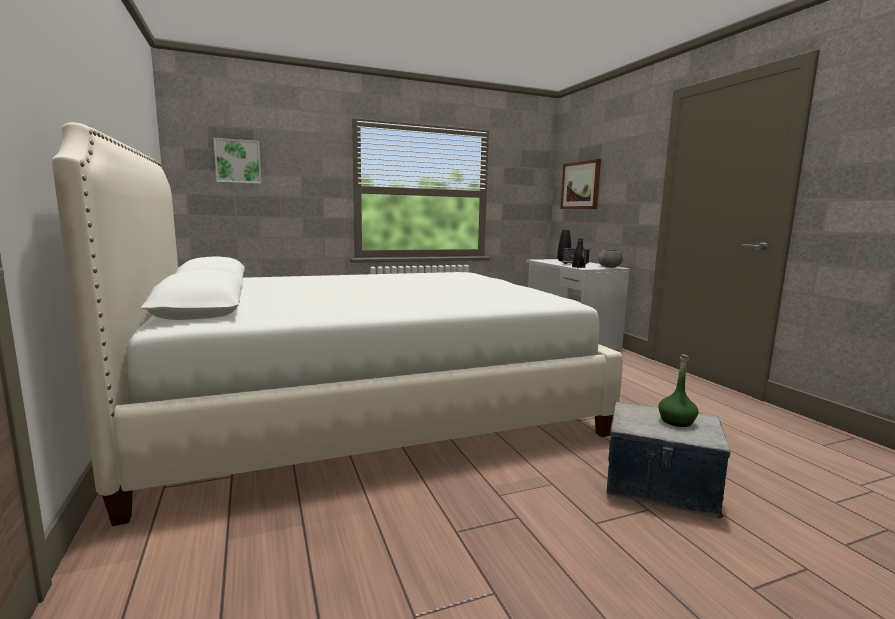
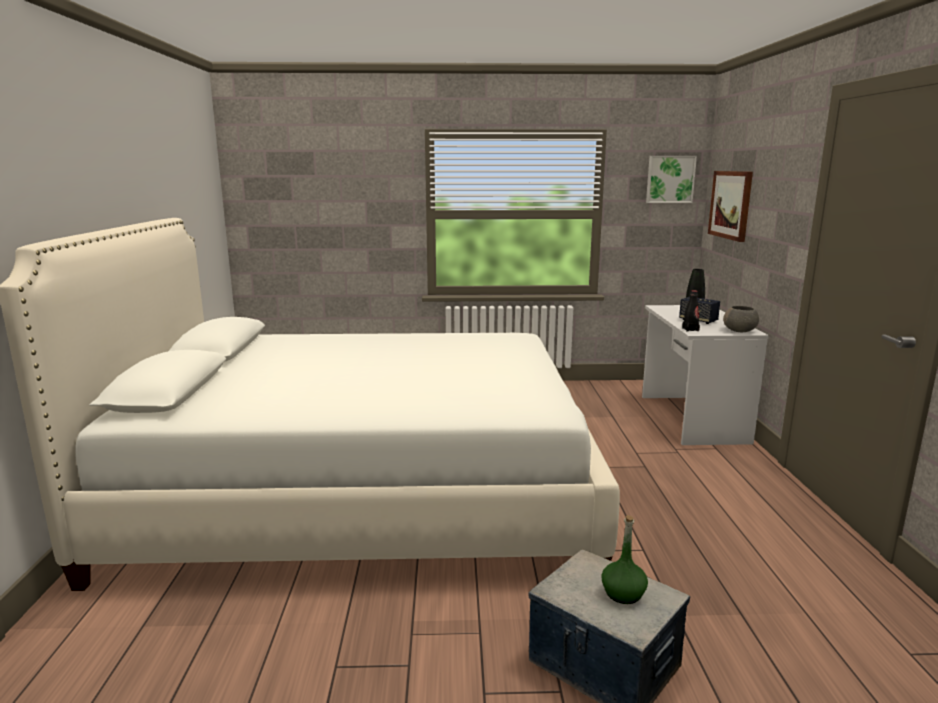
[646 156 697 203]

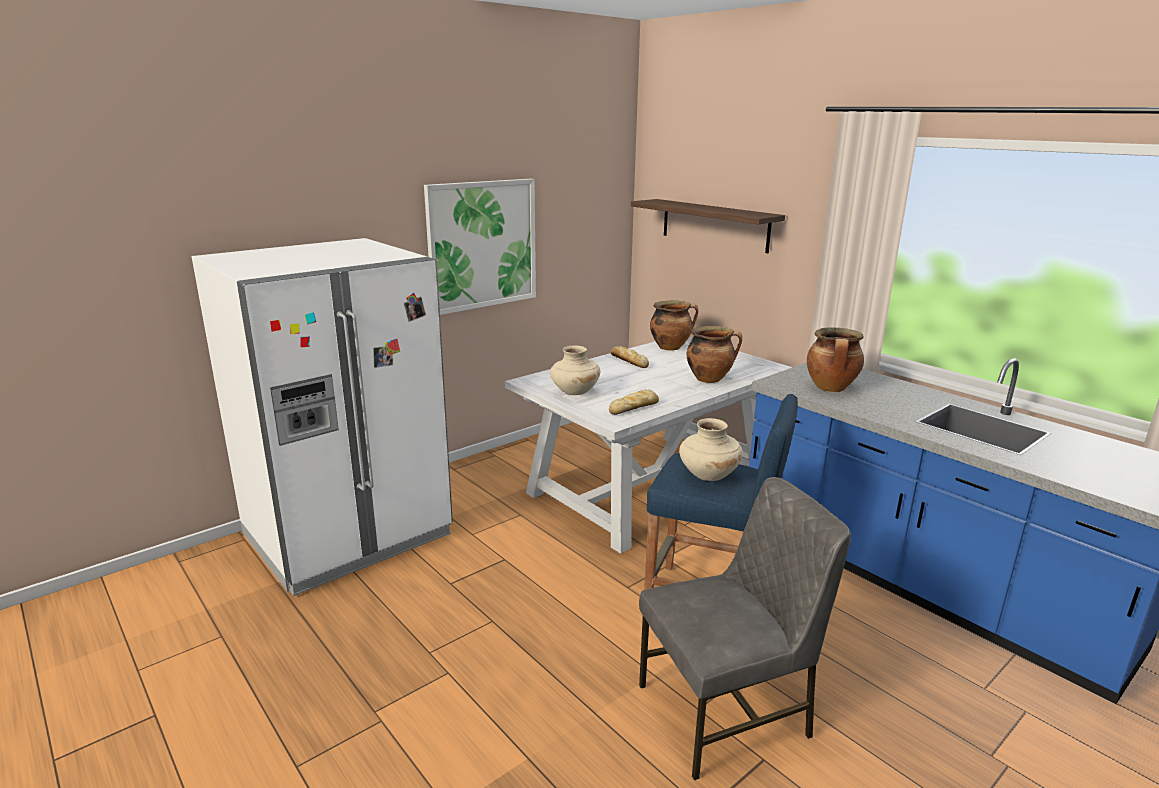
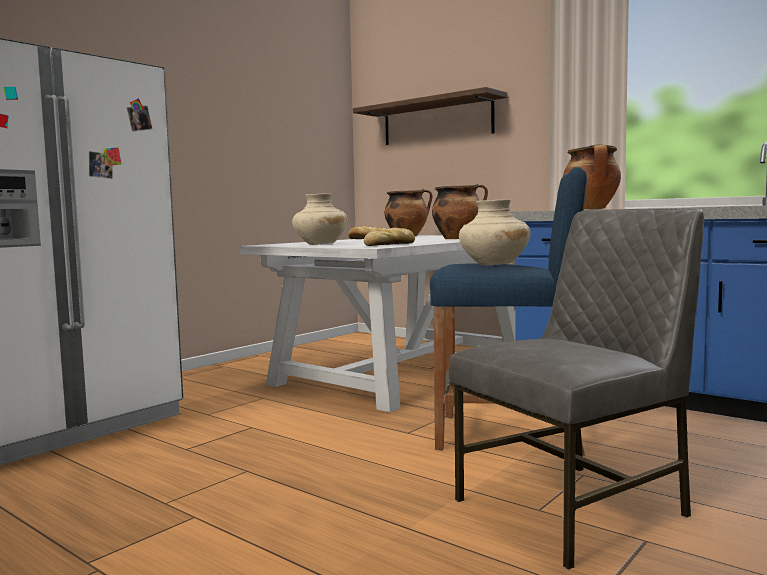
[424 179 536 315] (first image)

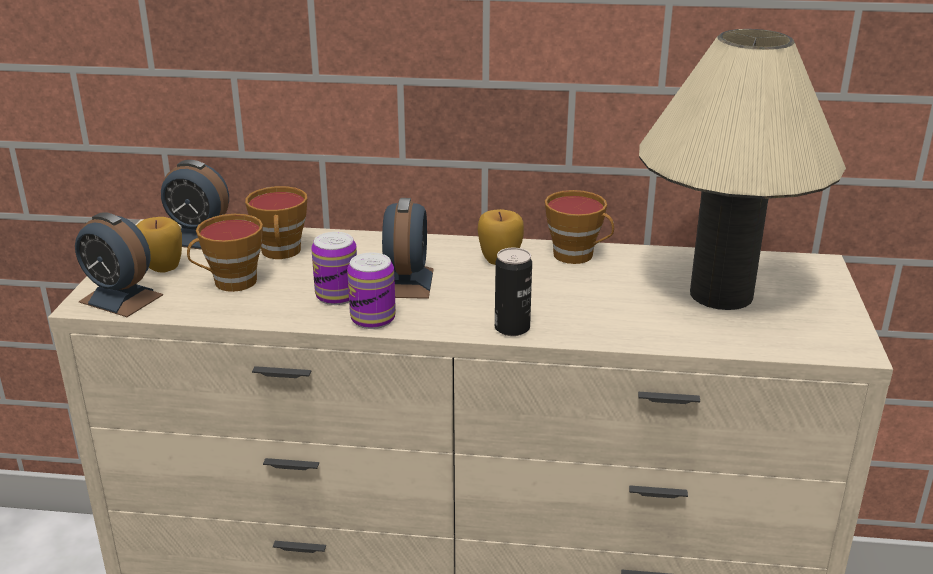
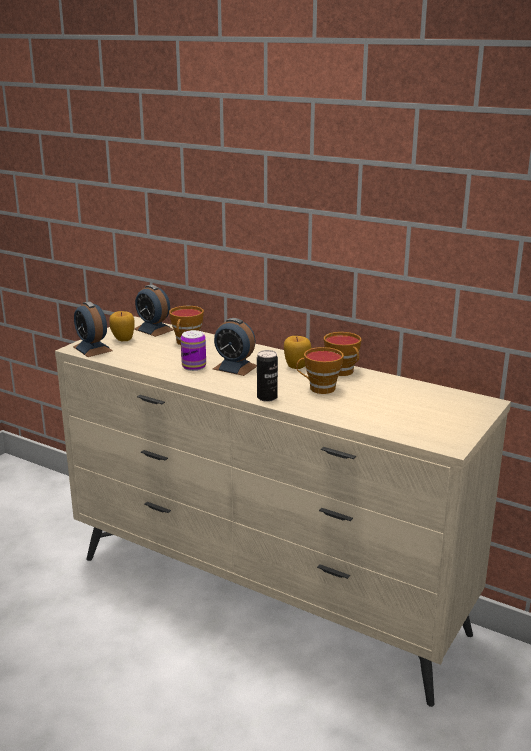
[296 347 344 394]
[347 253 396 329] (first image)
[213 318 257 376]
[639 29 846 310] (first image)

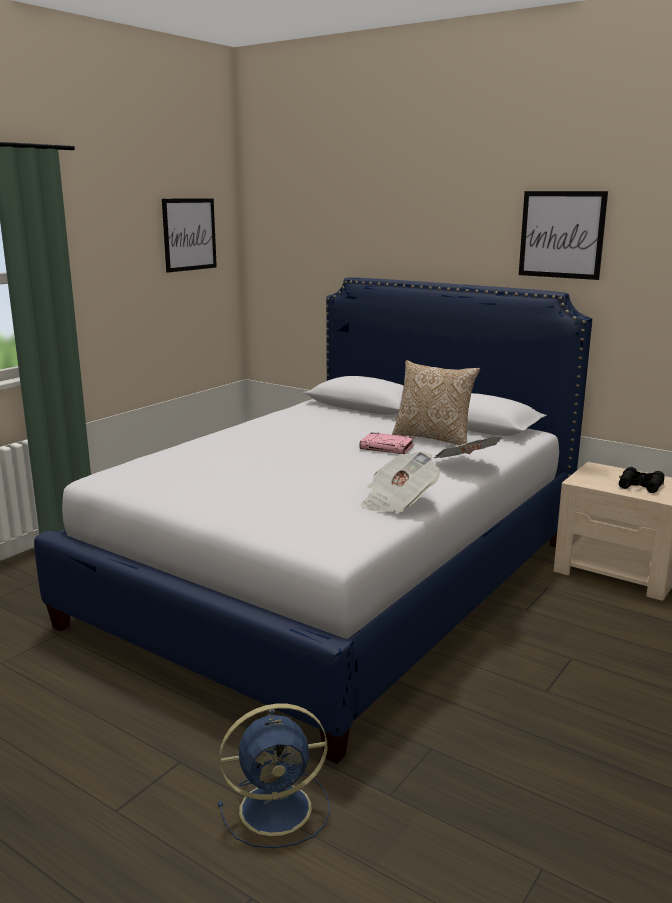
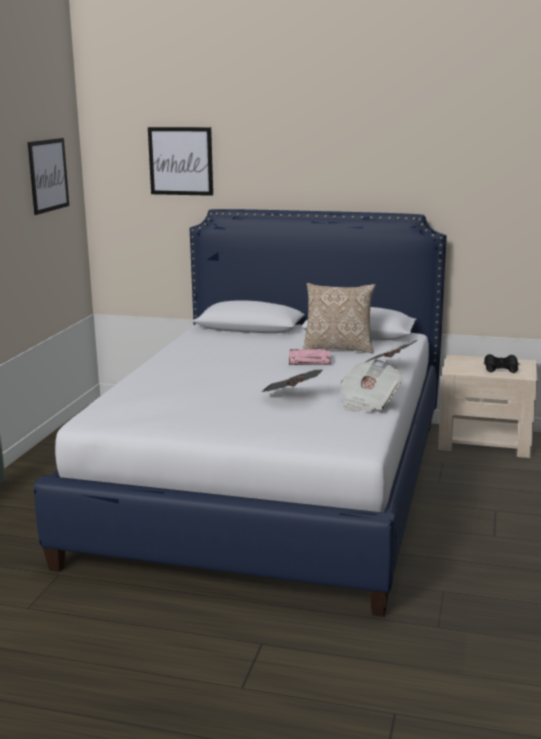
[218 703 330 848] (first image)
[148 127 213 196]
[262 370 323 392]

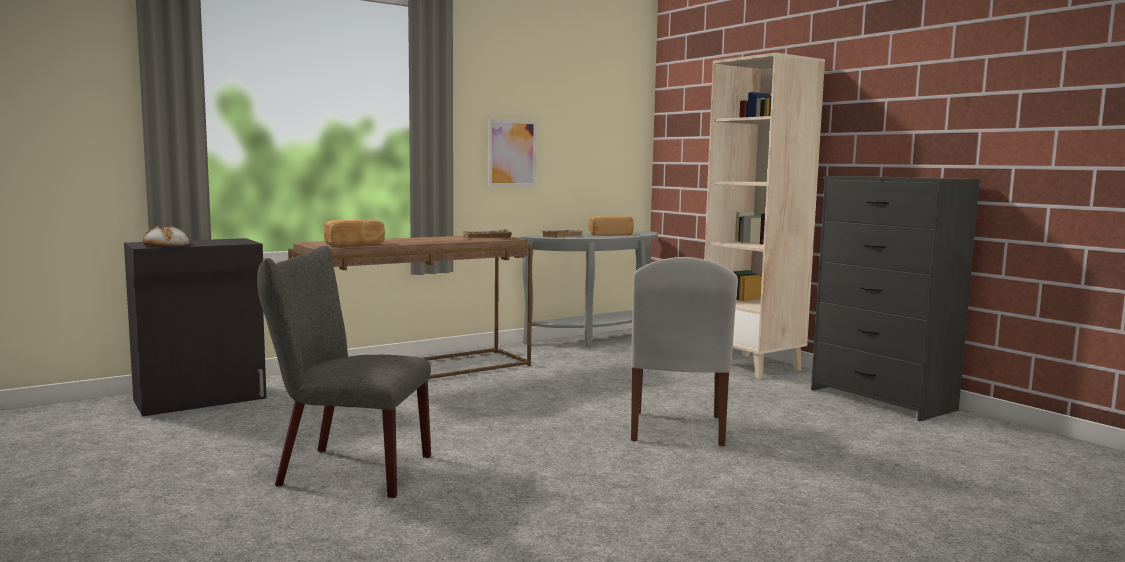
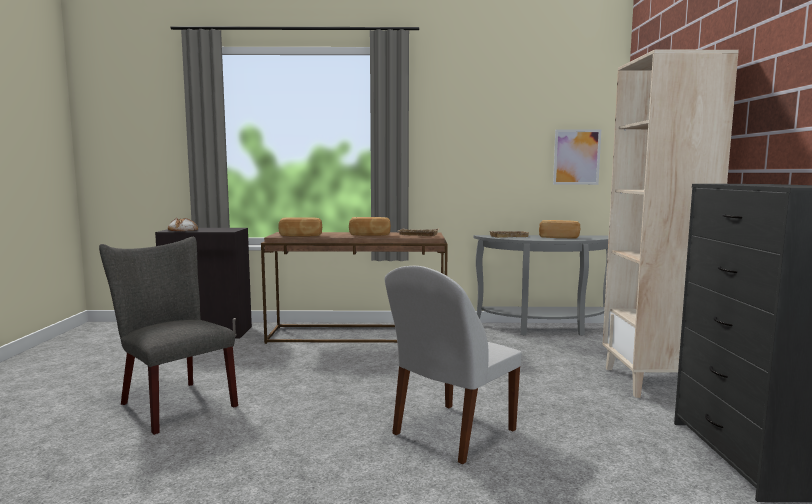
[553 129 601 185]
[349 217 391 236]

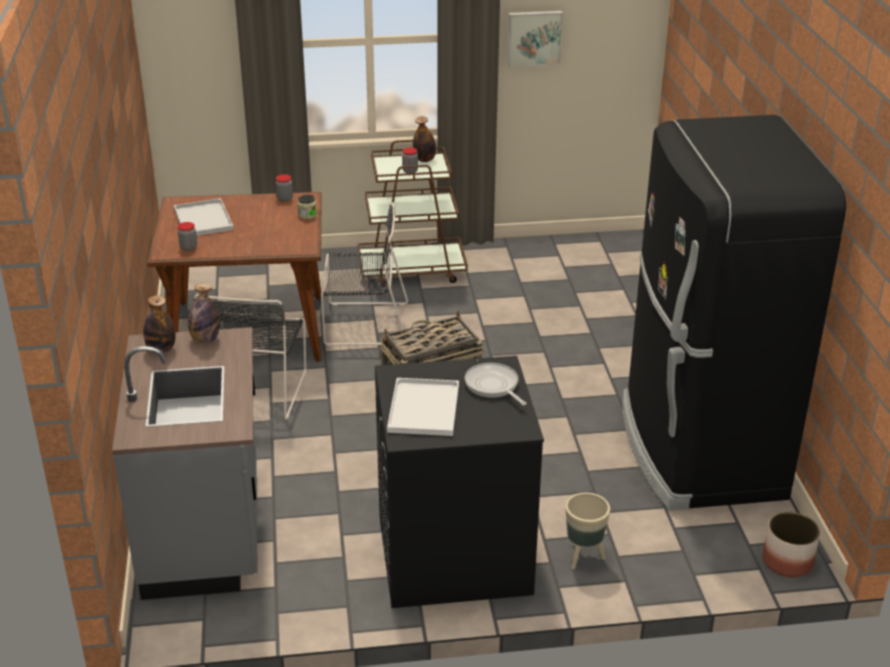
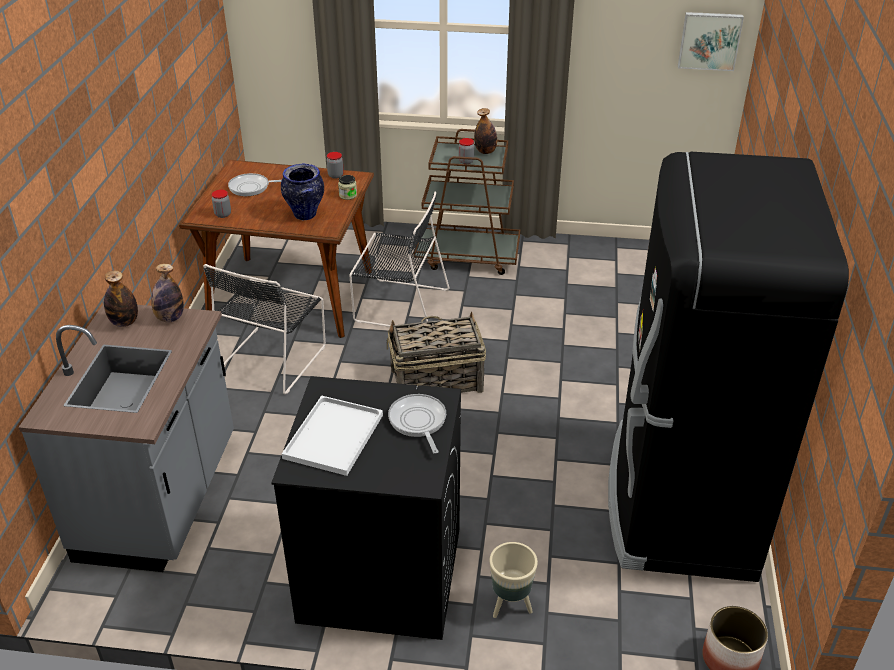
[228 173 282 196]
[678 12 744 71]
[281 164 324 220]

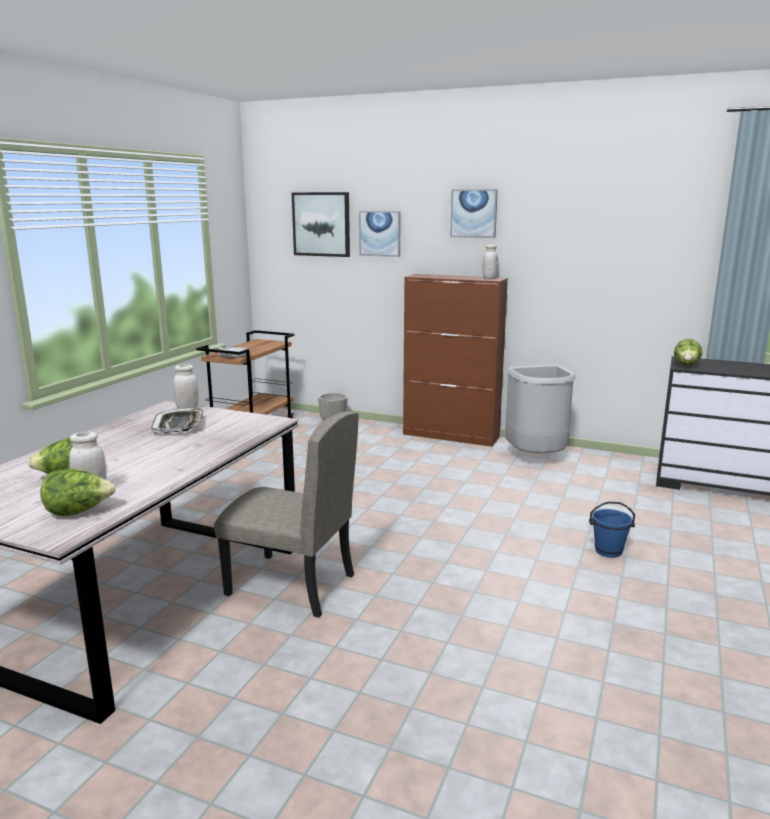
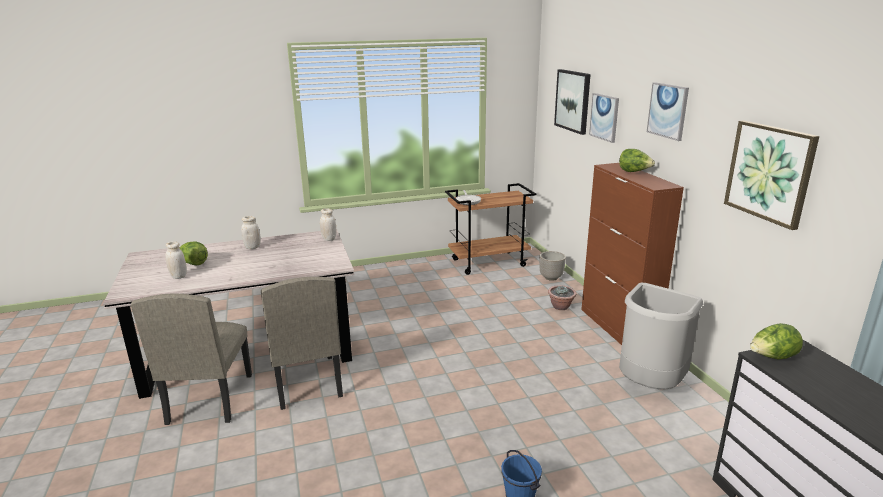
[619 149 655 172]
[151 408 203 433] (first image)
[241 216 261 249]
[131 293 252 425]
[548 285 576 310]
[724 121 819 230]

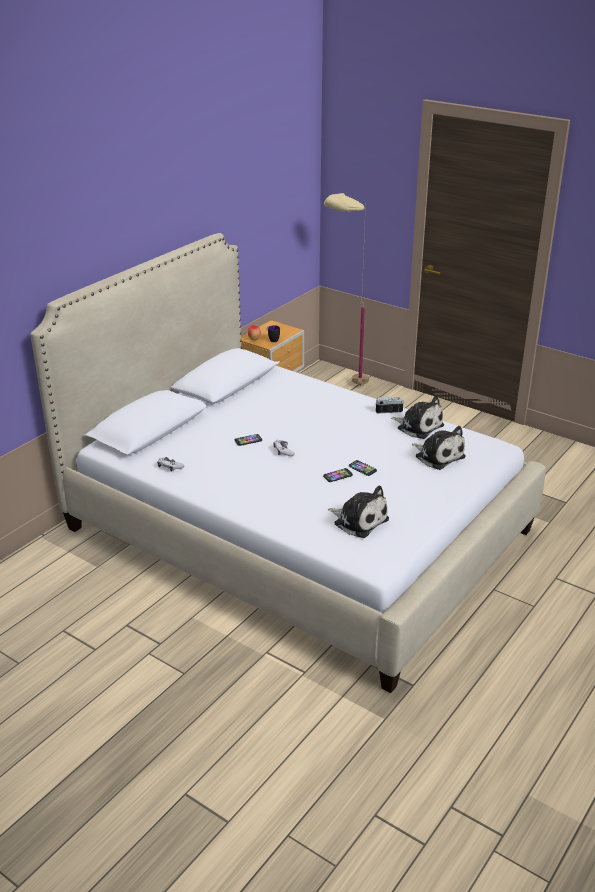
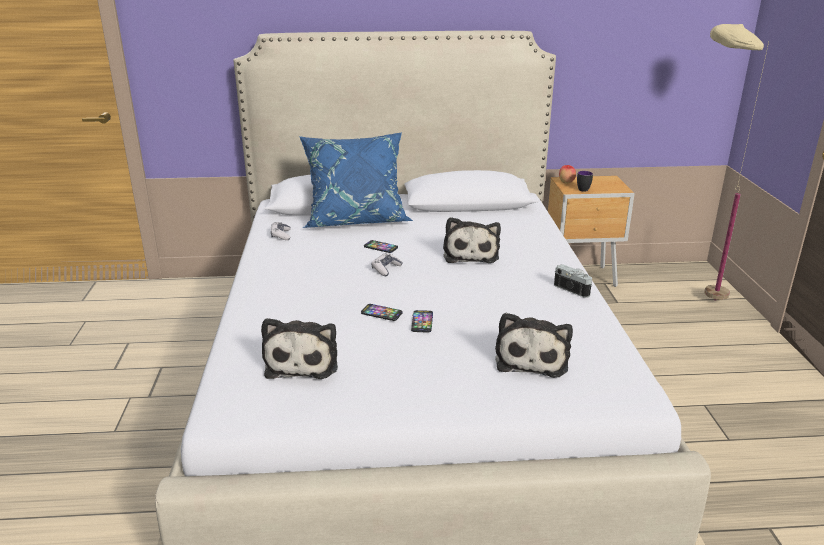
[443 217 501 263]
[299 132 414 228]

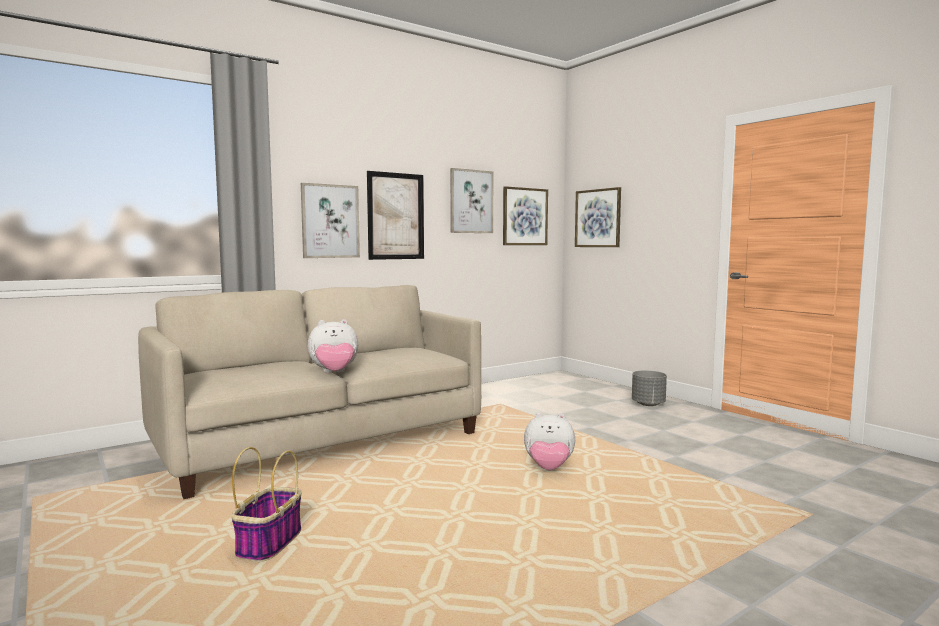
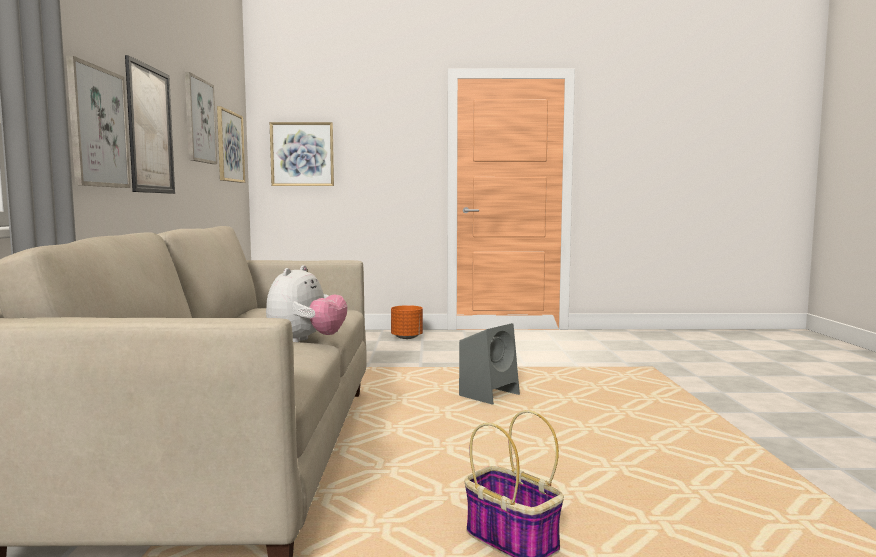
[459 323 520 405]
[391 305 423 339]

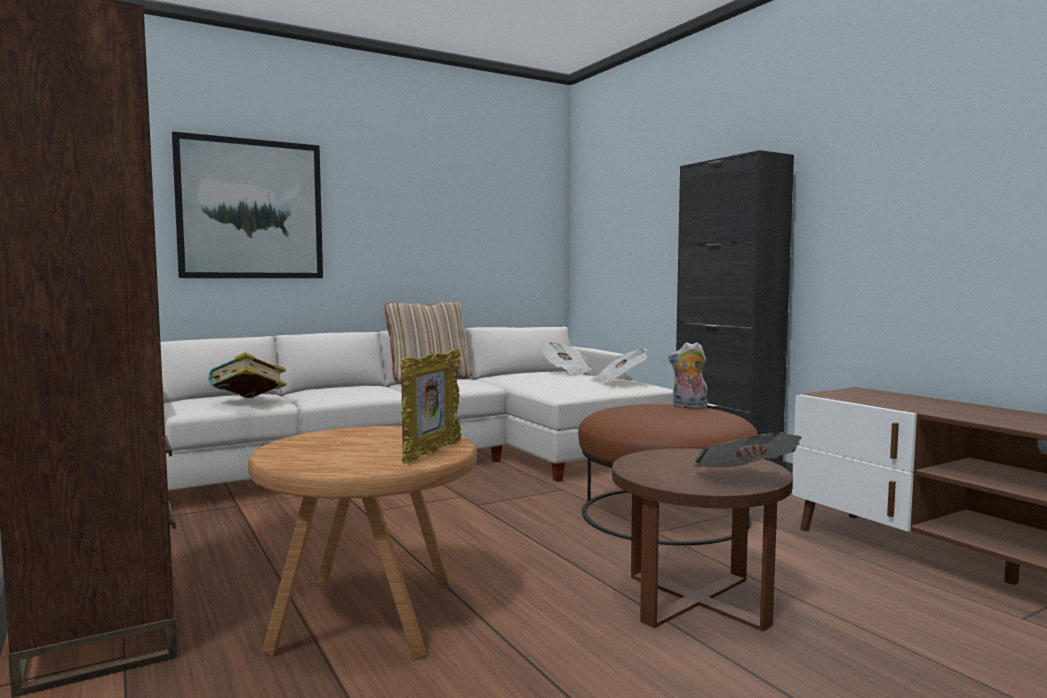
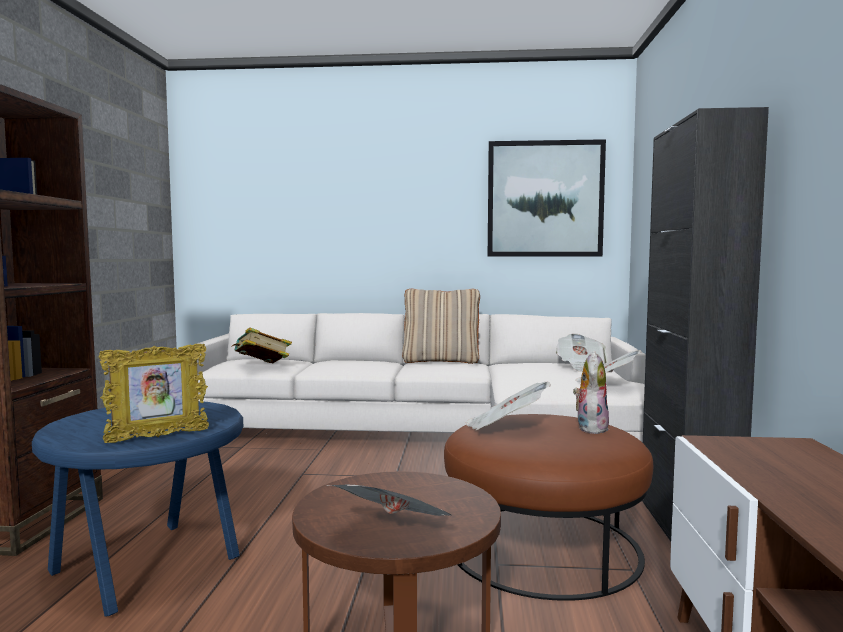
[488 139 606 256]
[32 401 243 617]
[573 351 609 434]
[466 382 551 430]

